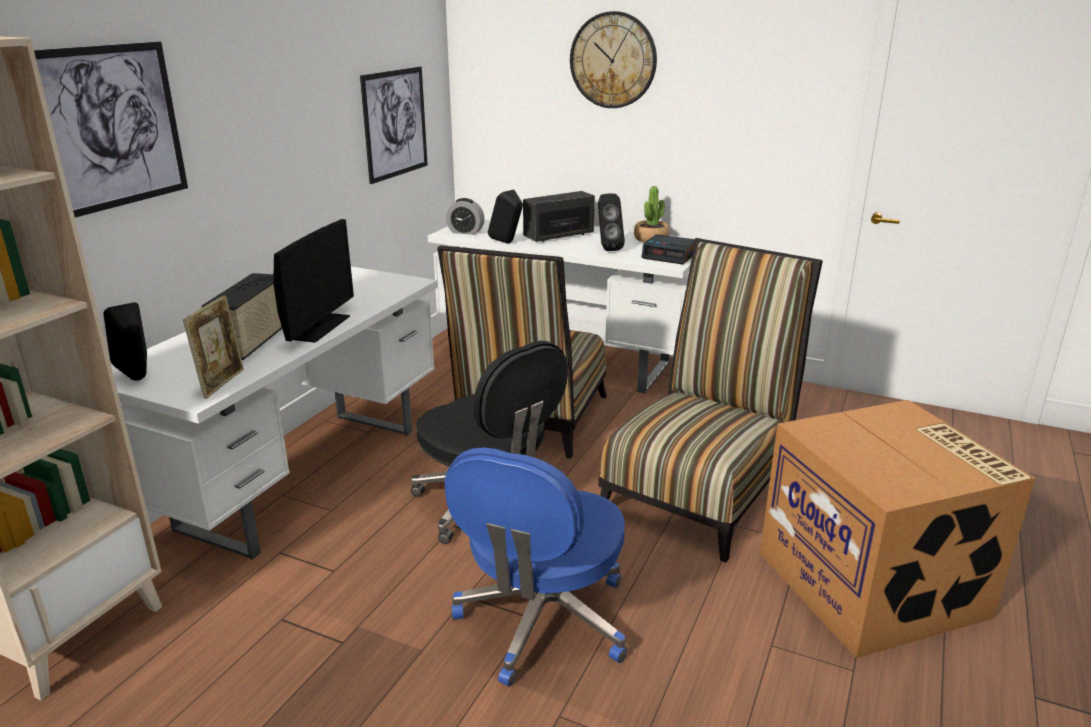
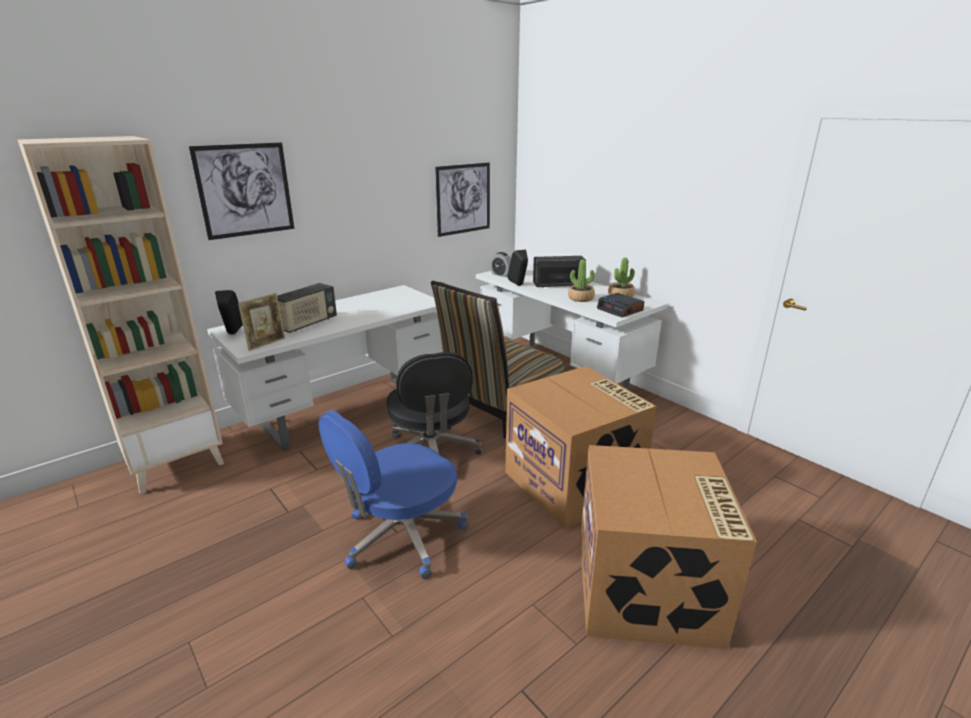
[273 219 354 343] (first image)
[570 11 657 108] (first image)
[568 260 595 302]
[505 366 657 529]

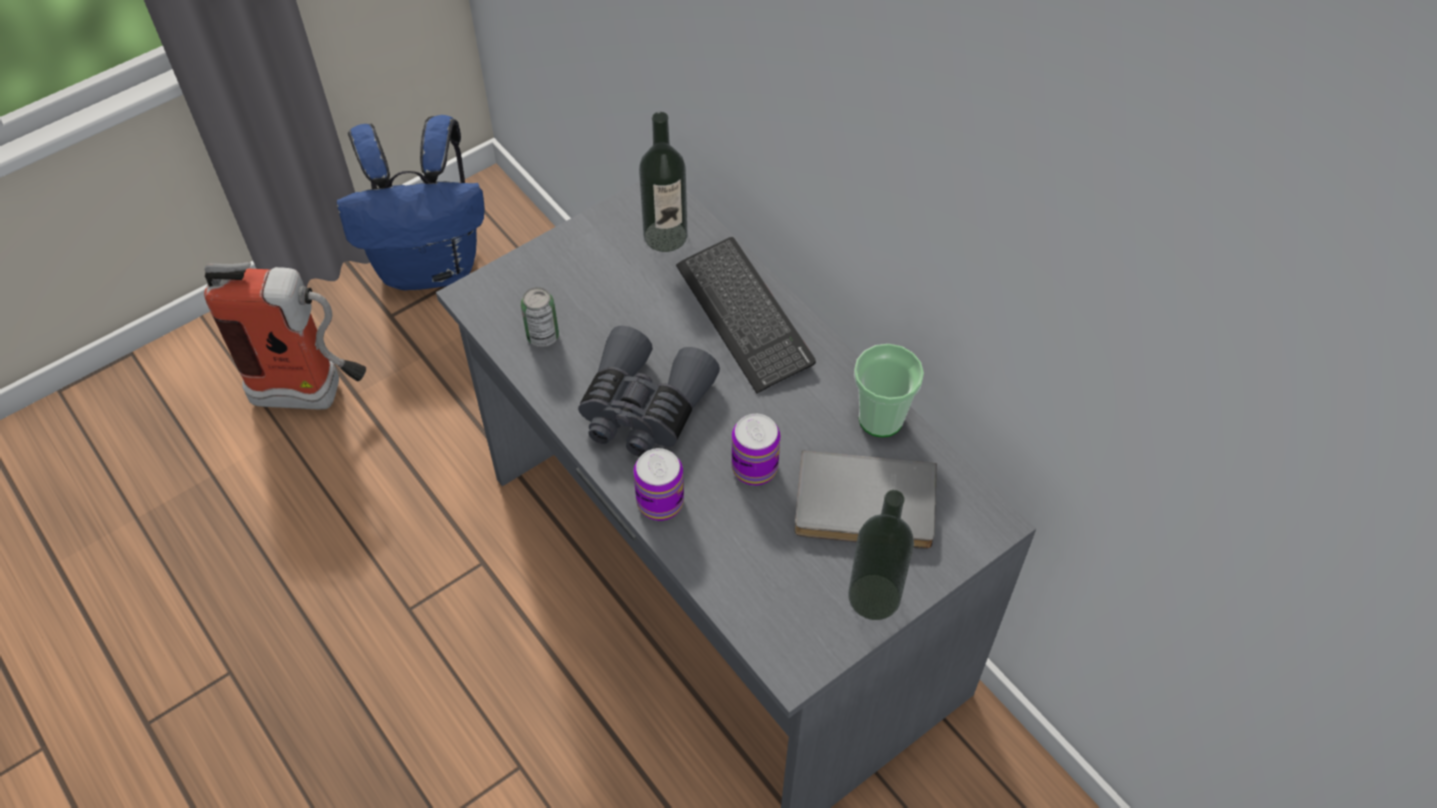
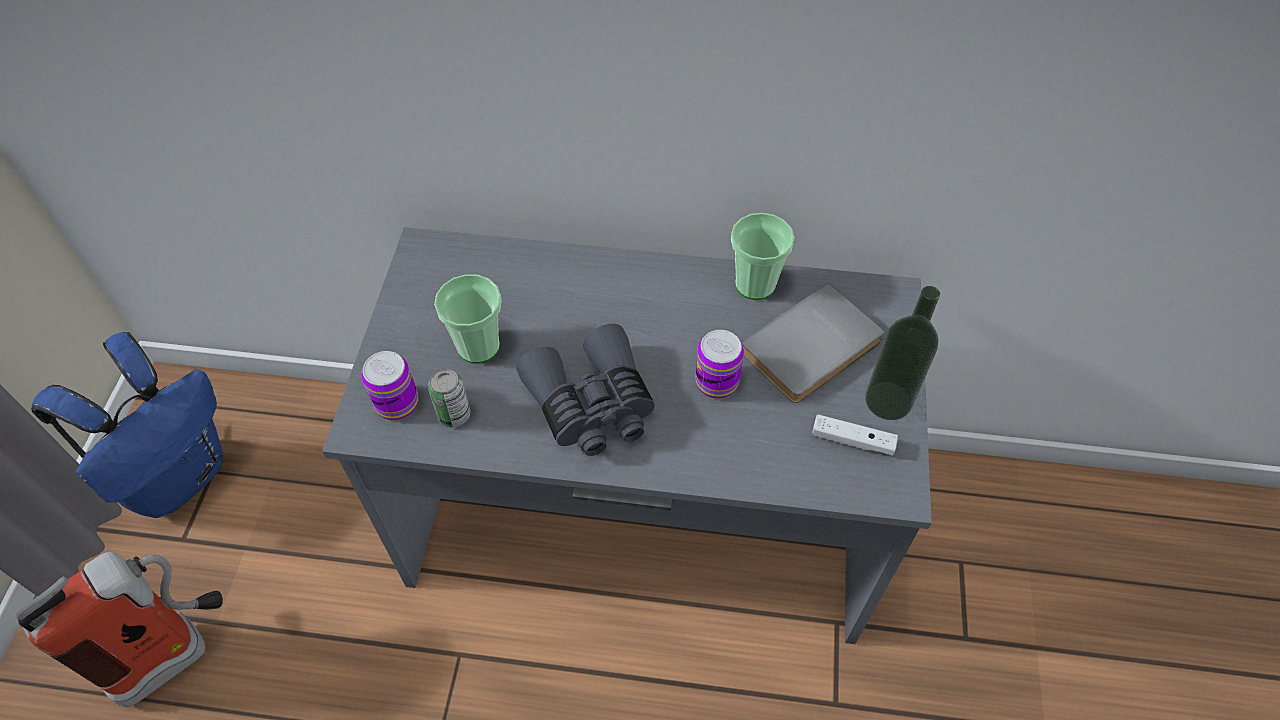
[361 351 418 420]
[639 112 687 252] (first image)
[676 237 816 393] (first image)
[434 274 502 364]
[812 414 898 456]

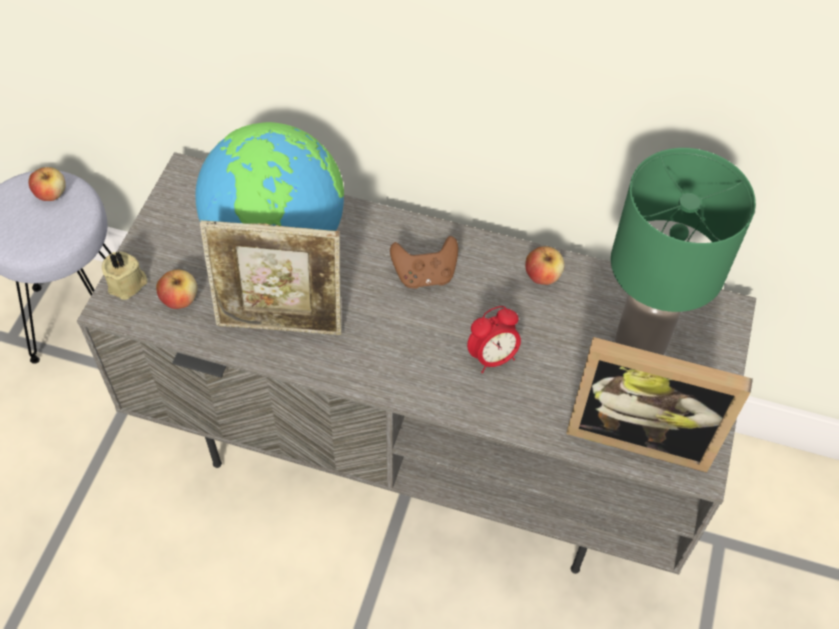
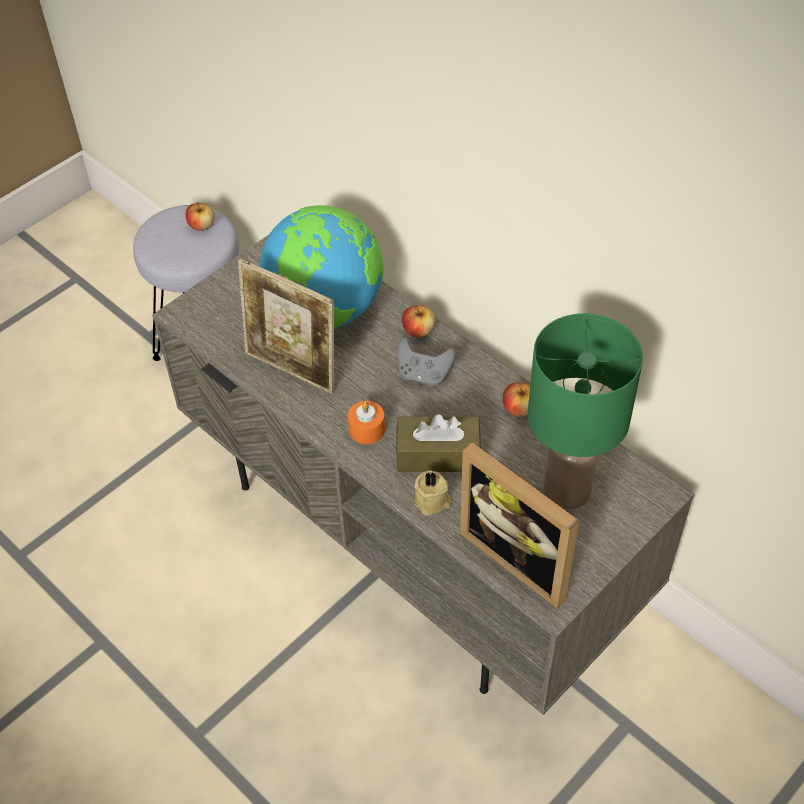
[414 470 451 516]
[402 305 435 337]
[397 337 456 386]
[396 414 481 472]
[348 401 385 444]

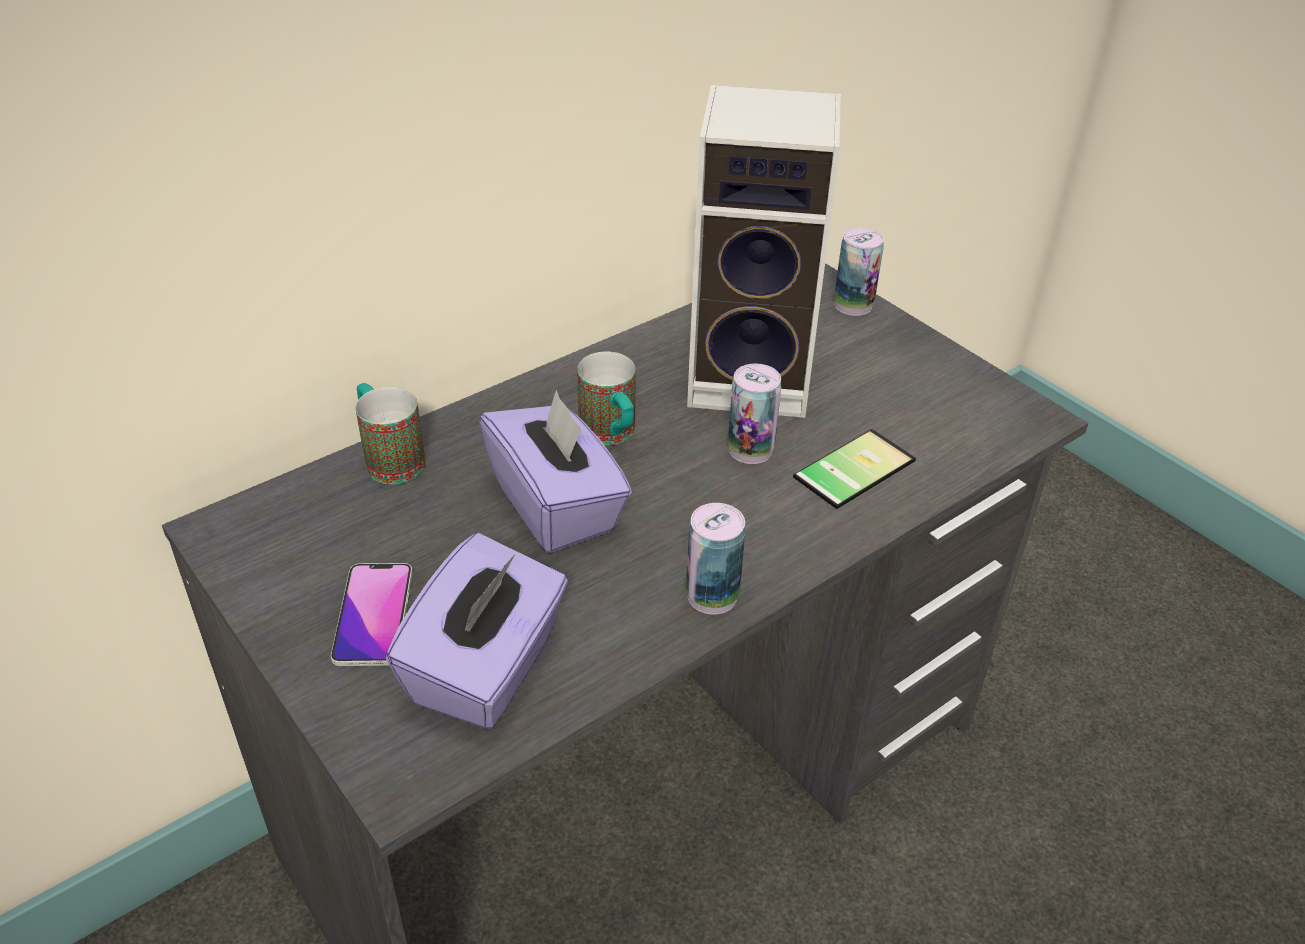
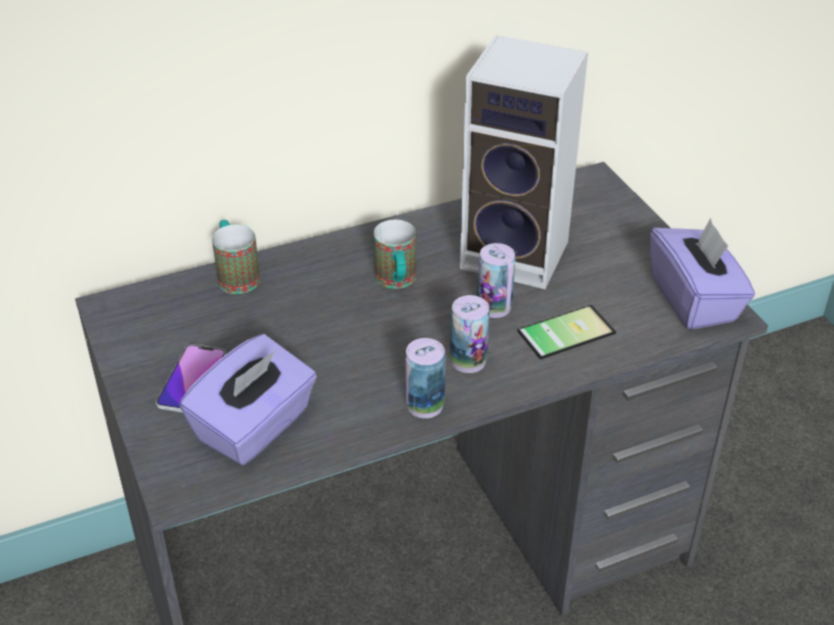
[650 218 755 330]
[450 295 490 373]

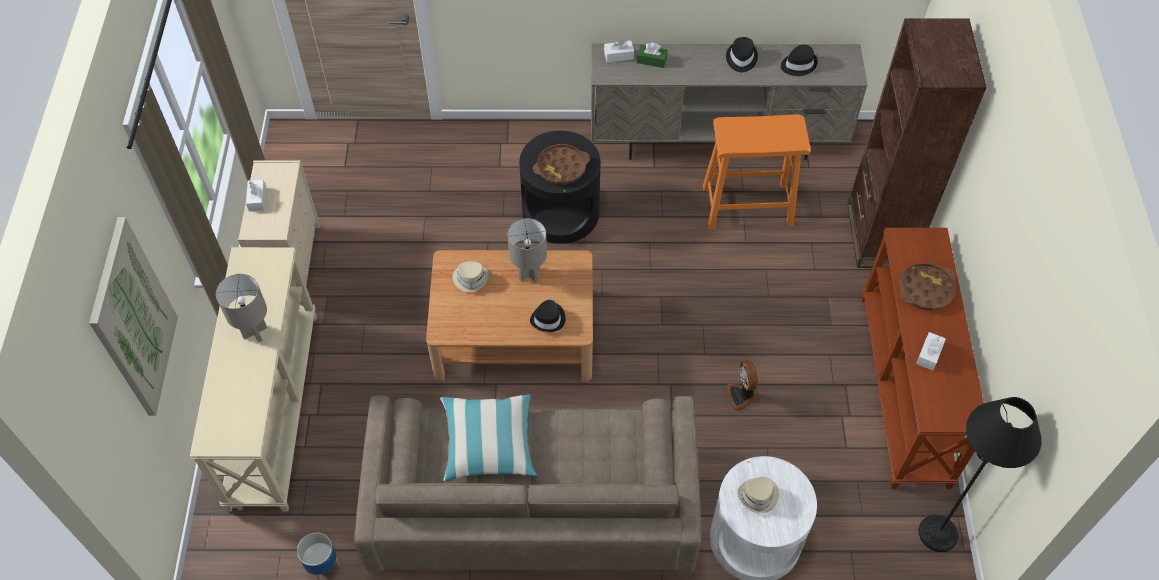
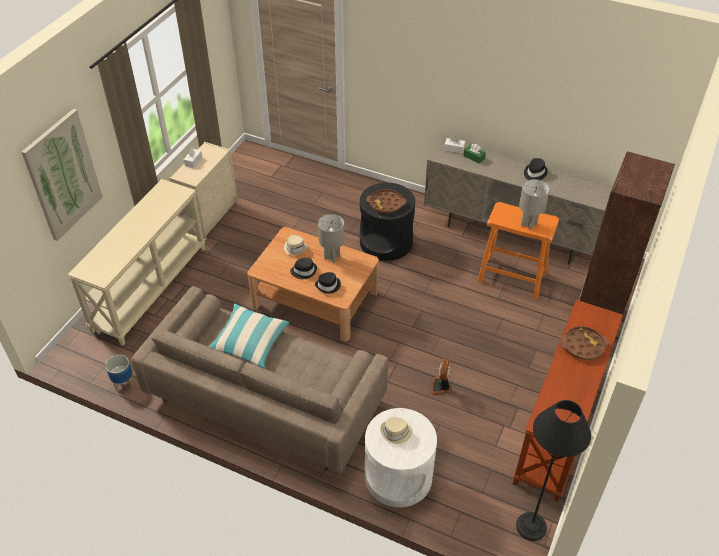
[519 179 550 230]
[290 258 317 279]
[916 332 946 371] (first image)

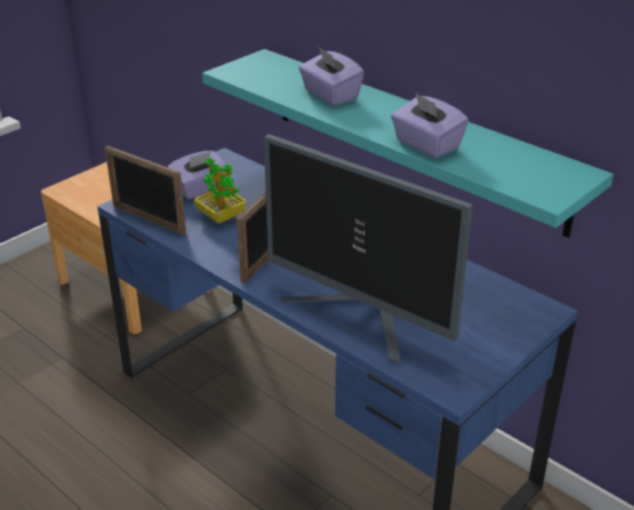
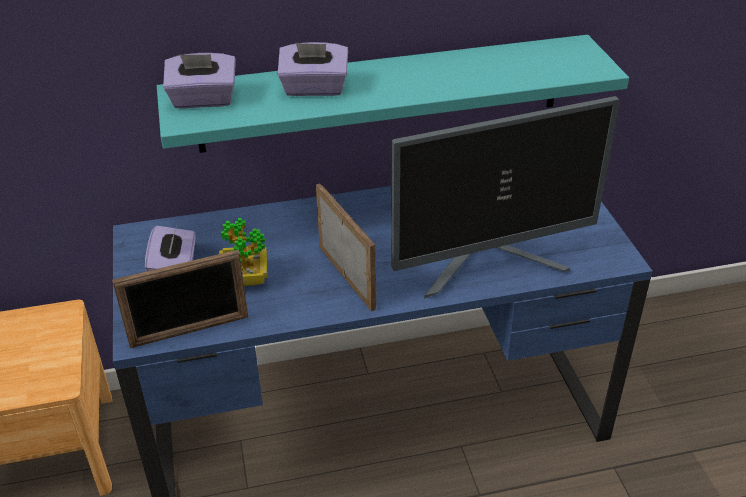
[163 53 236 108]

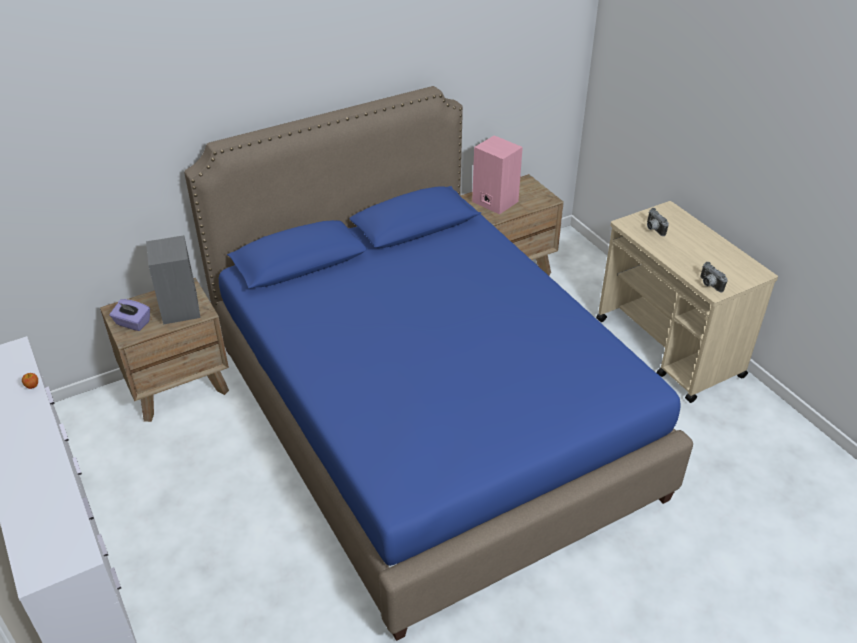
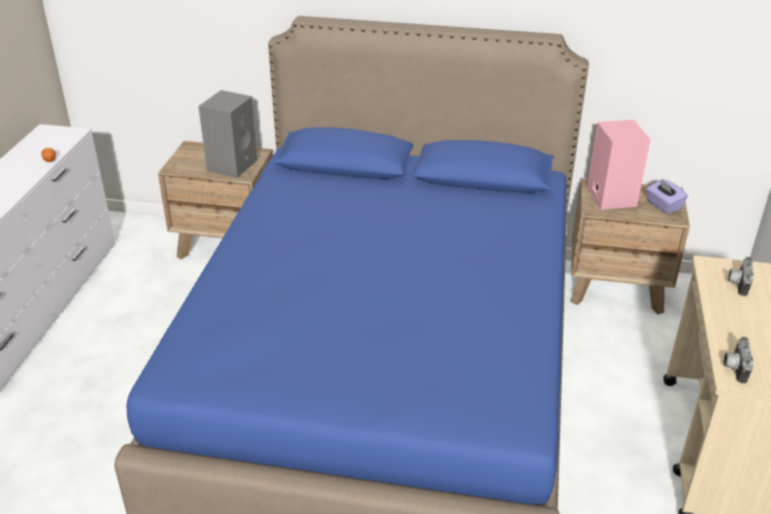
[646 179 688 214]

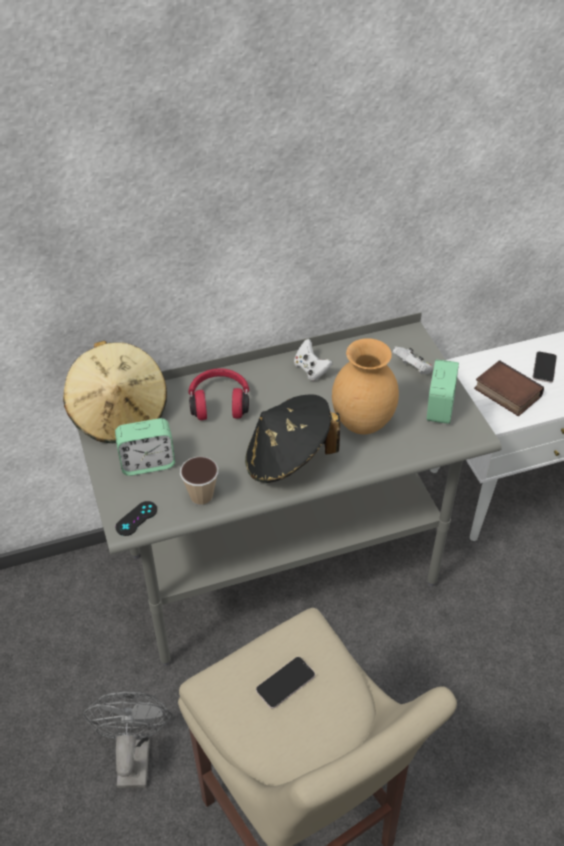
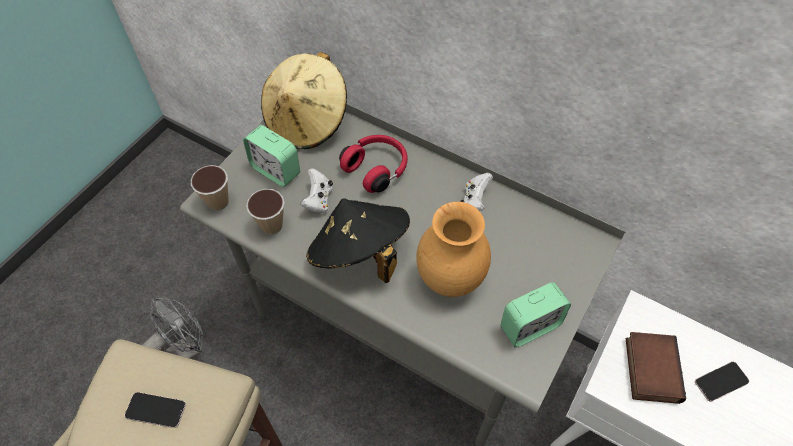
[191 165 229 211]
[300 168 333 213]

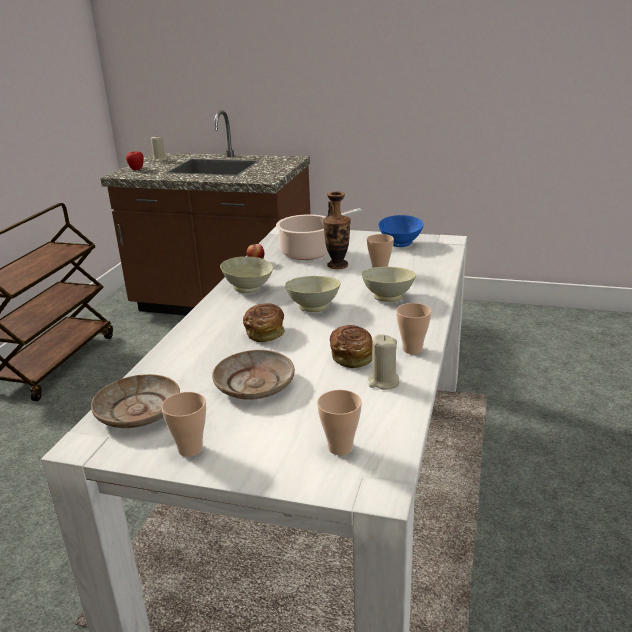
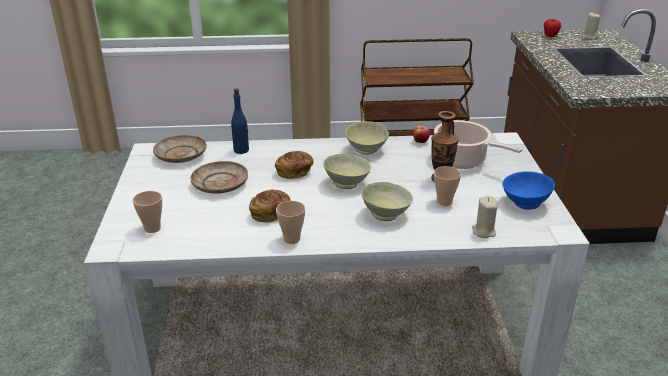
[161 392 206 457] (first image)
[472 196 498 238]
[231 88 249 154]

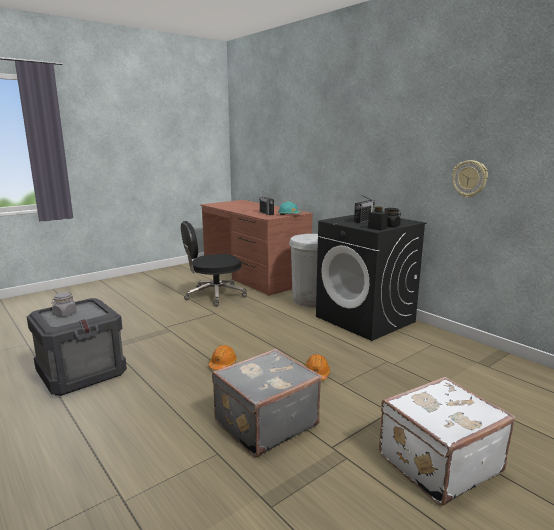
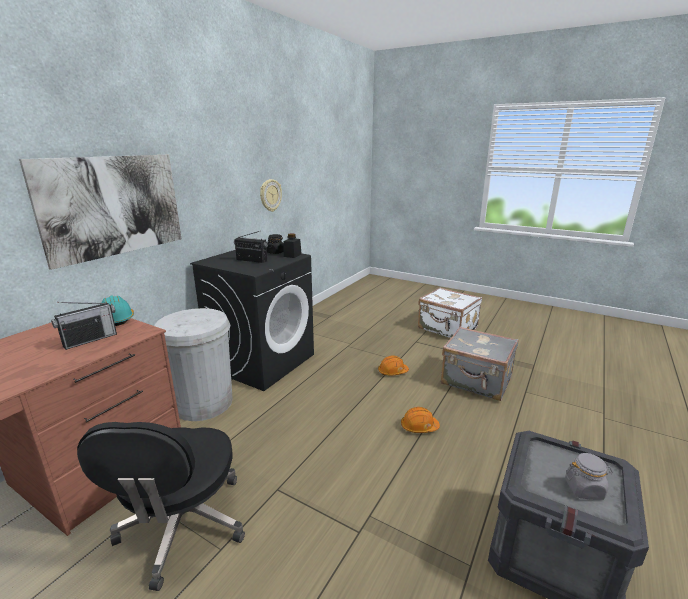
[77 422 245 591]
[19 155 182 270]

